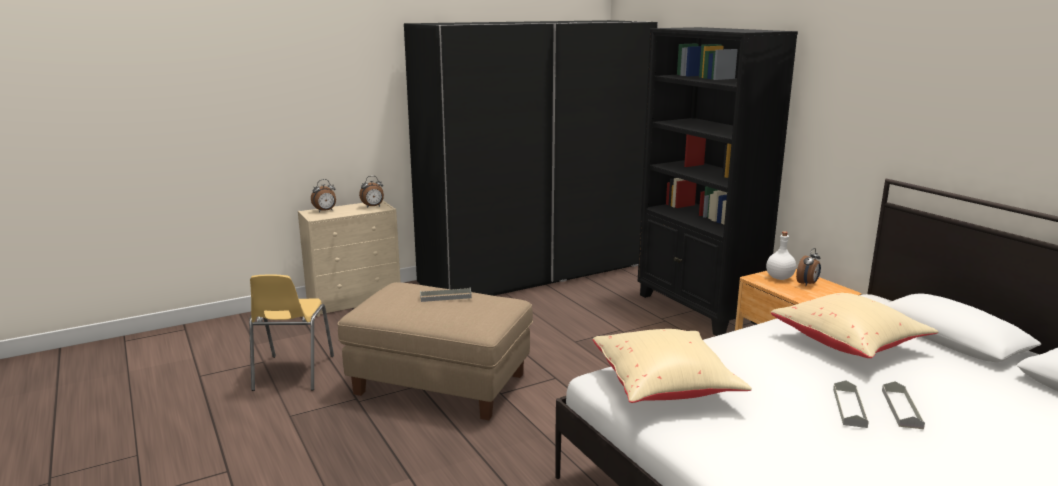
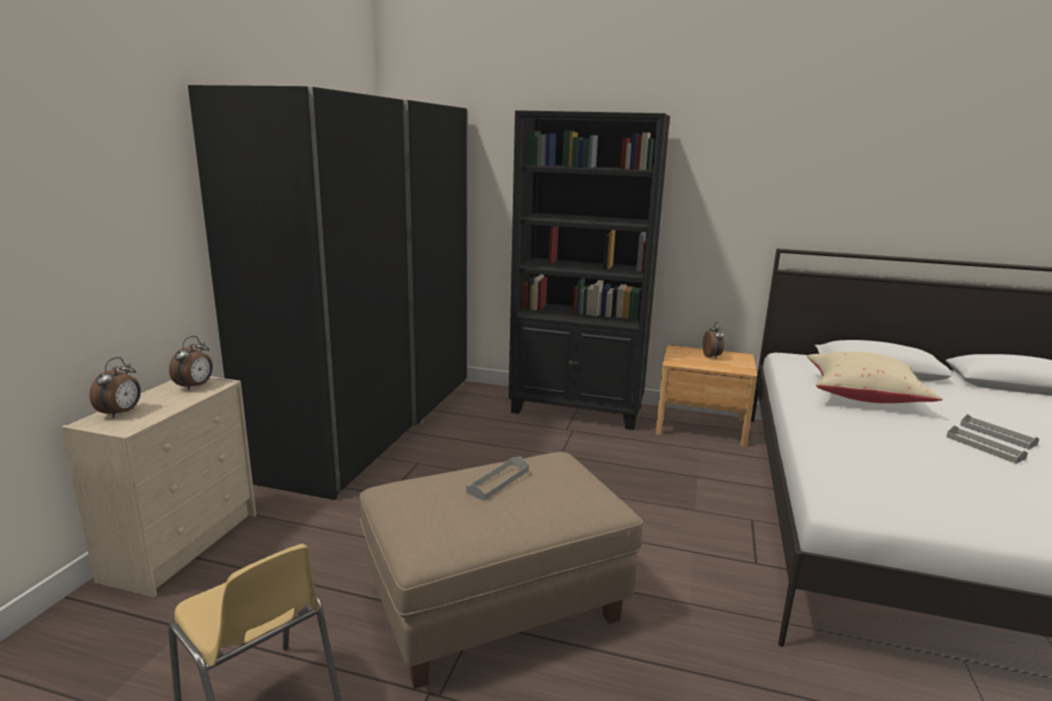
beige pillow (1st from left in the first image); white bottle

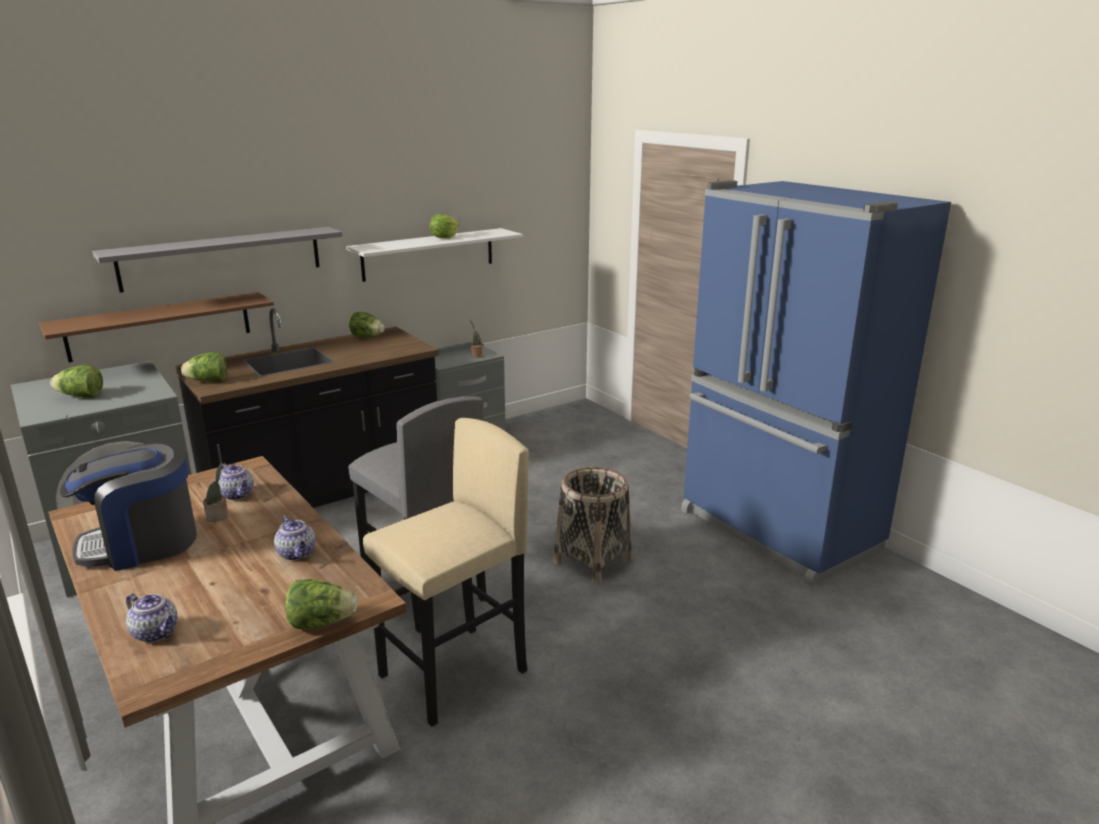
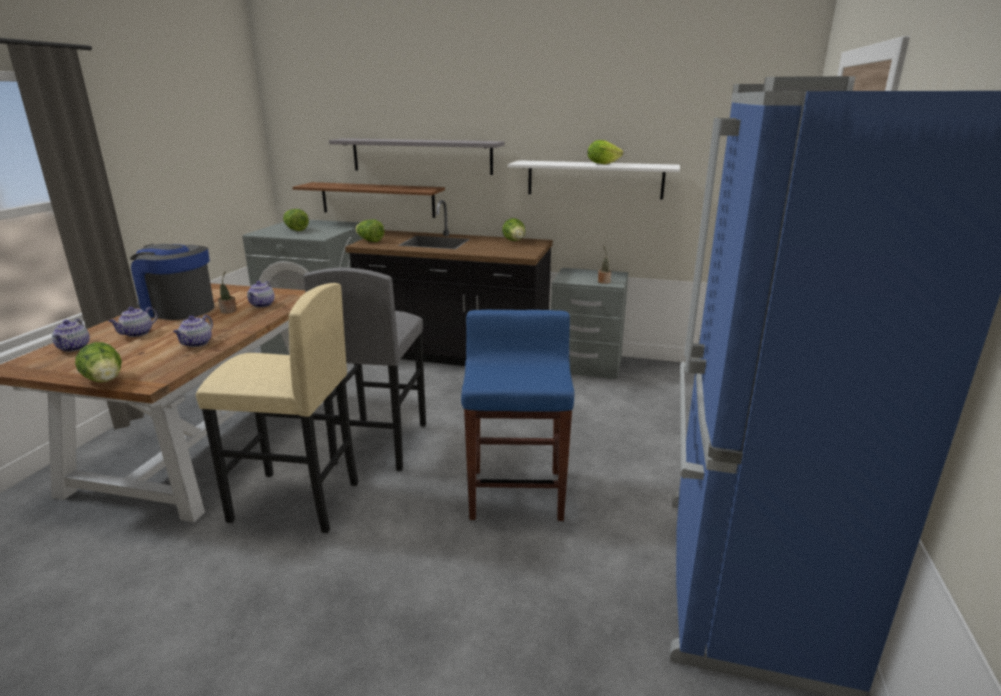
blue stool; teapot (2nd from left)

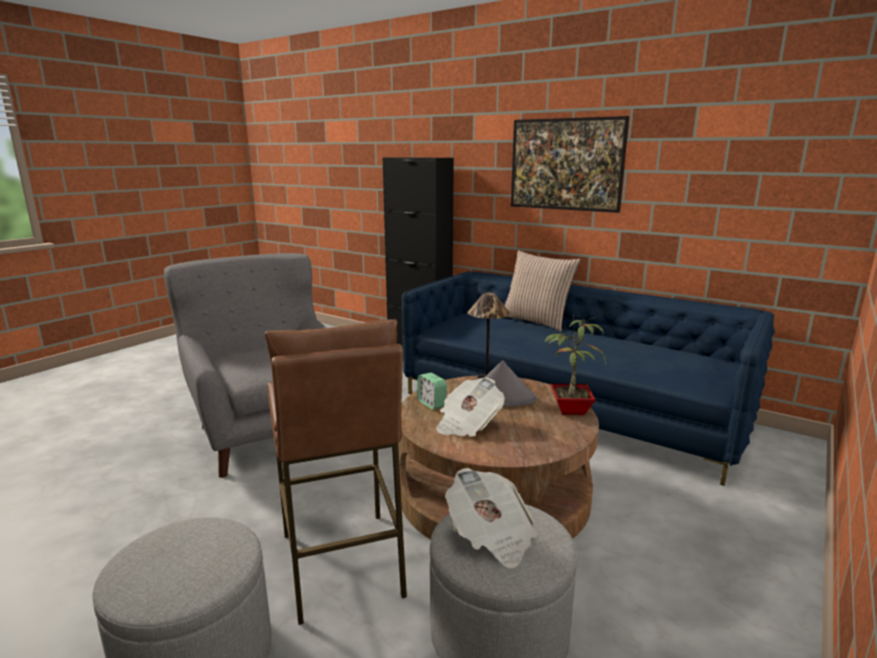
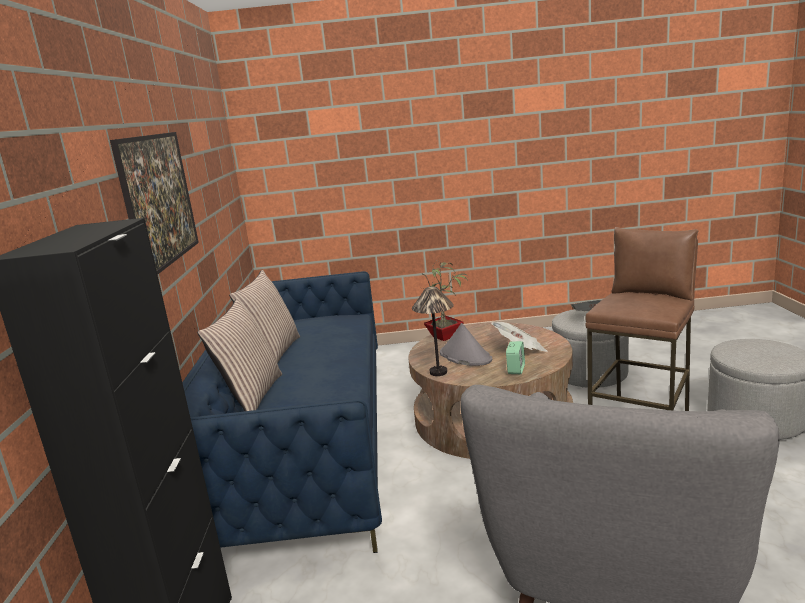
pillow (2nd from left)

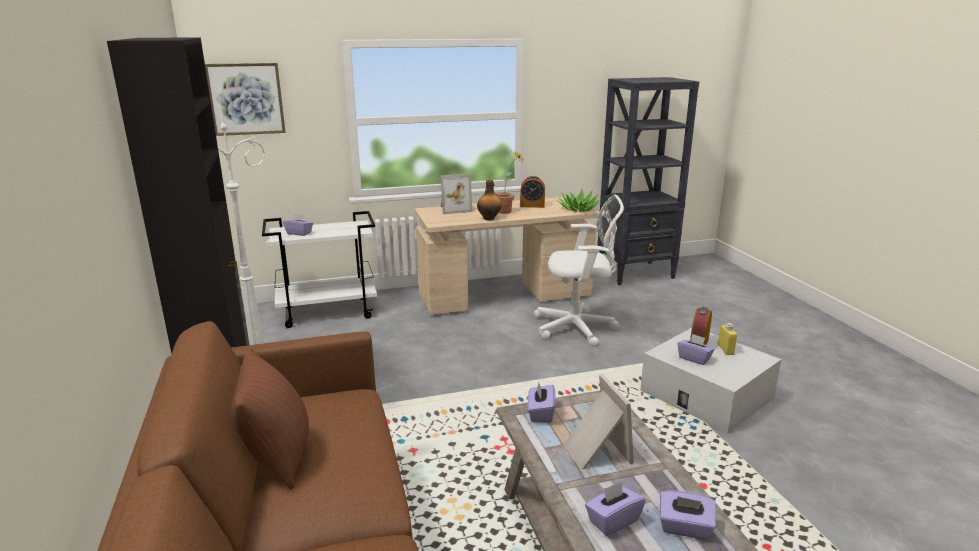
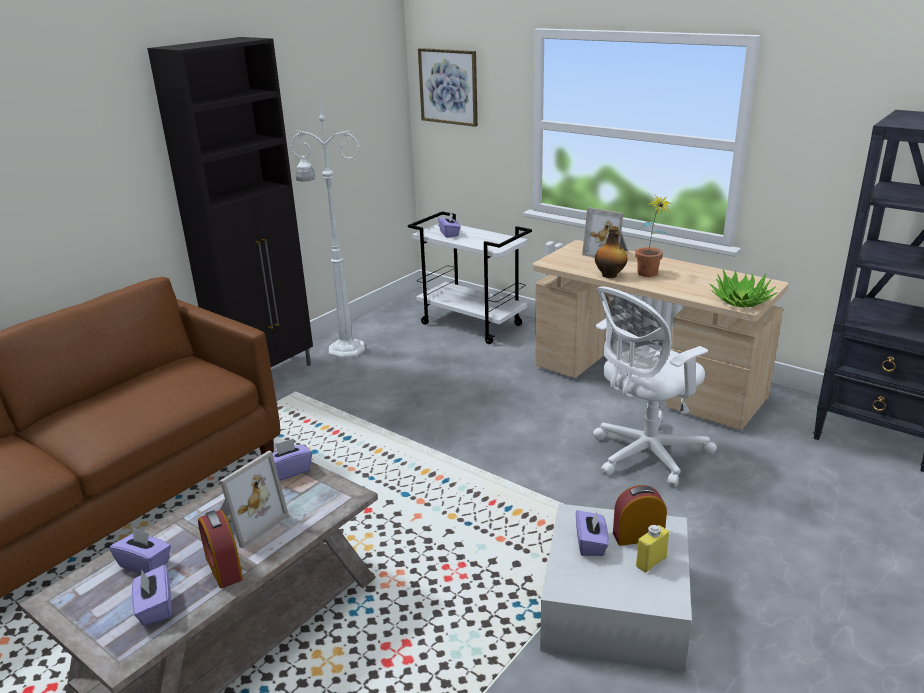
brown pillow; alarm clock (1st from left); white office chair

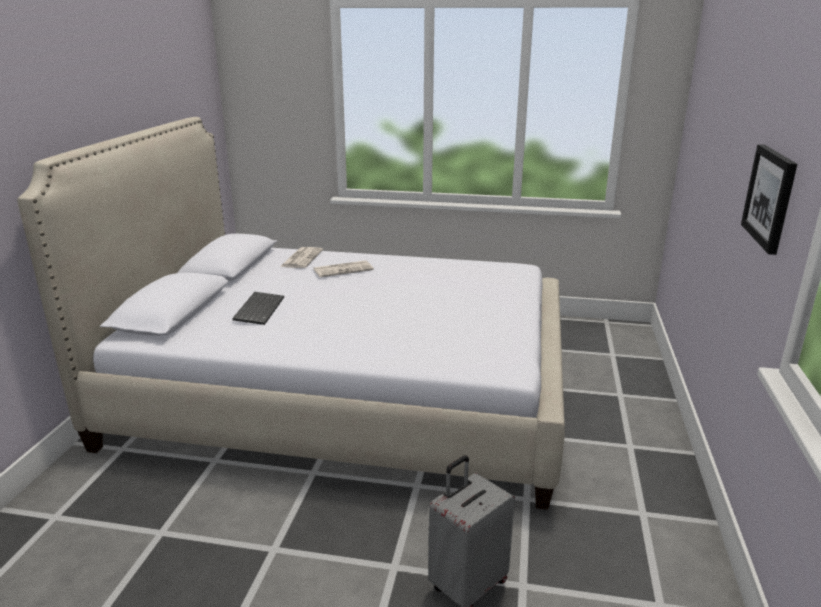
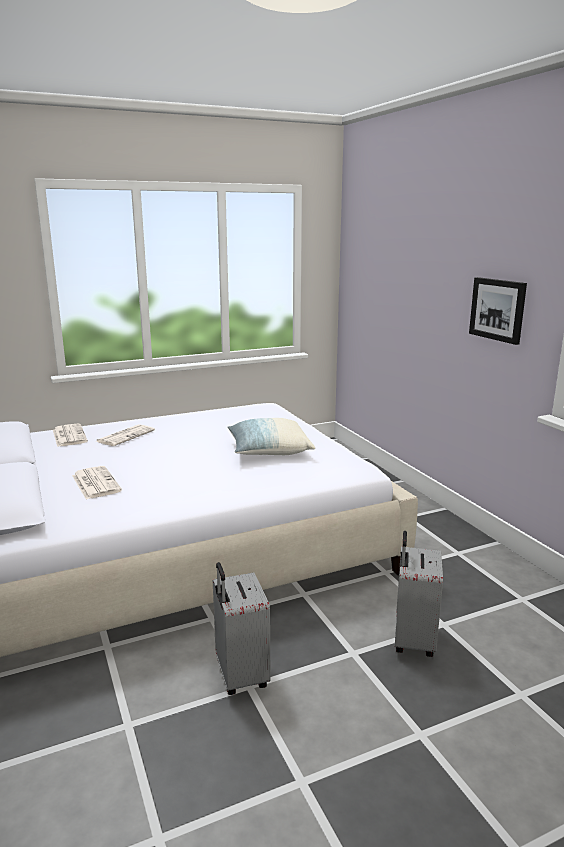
newspaper (2nd from left); grey suitcase (1st from left); pillow

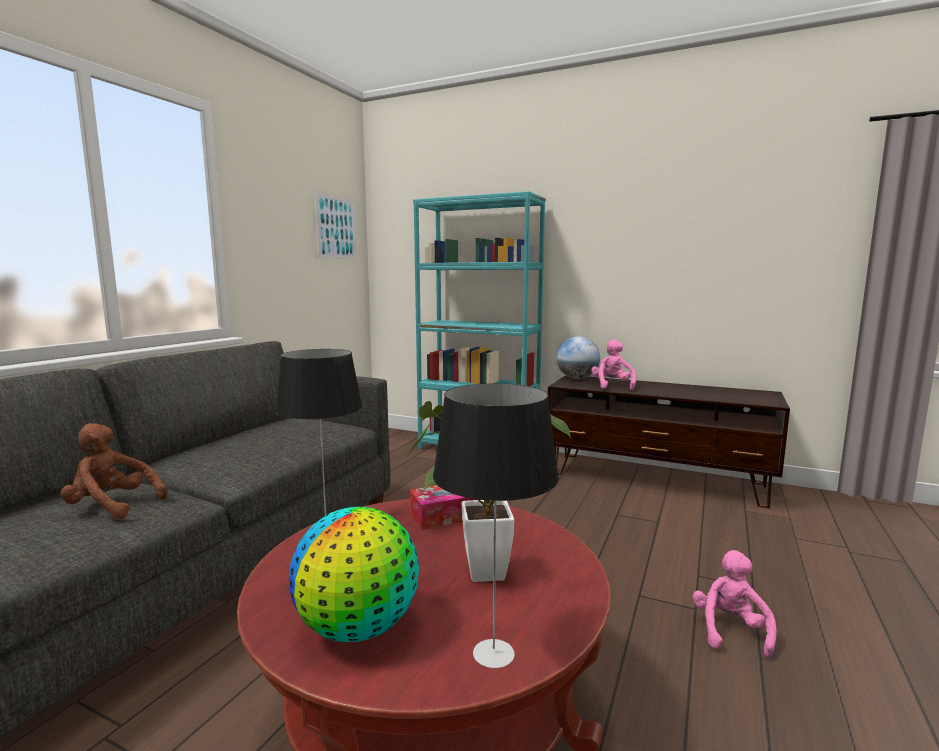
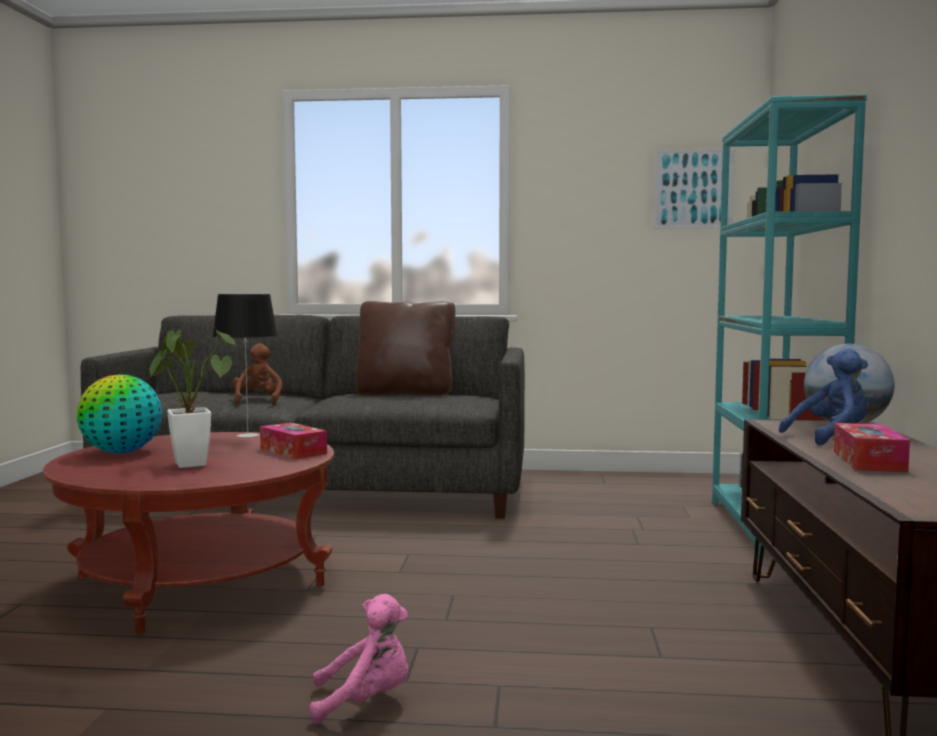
table lamp (2nd from left in the first image); blue plush toy; brown pillow; tissue box (2nd from left)

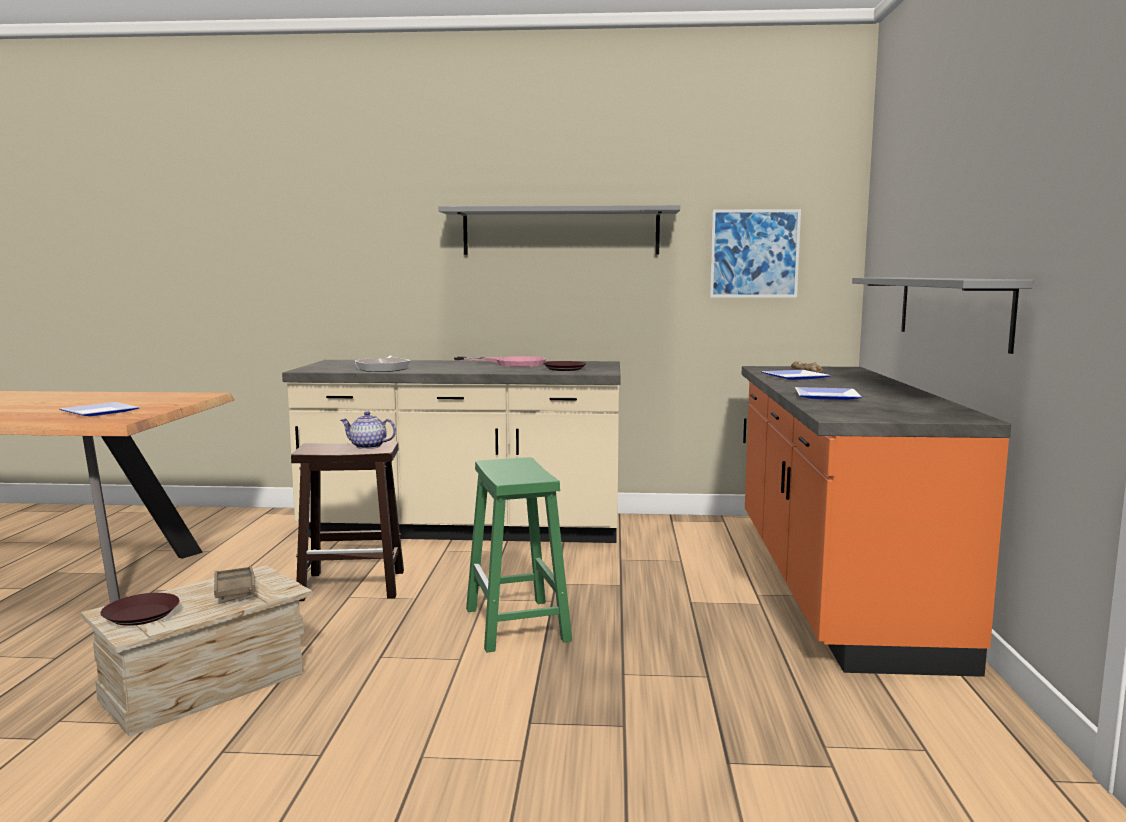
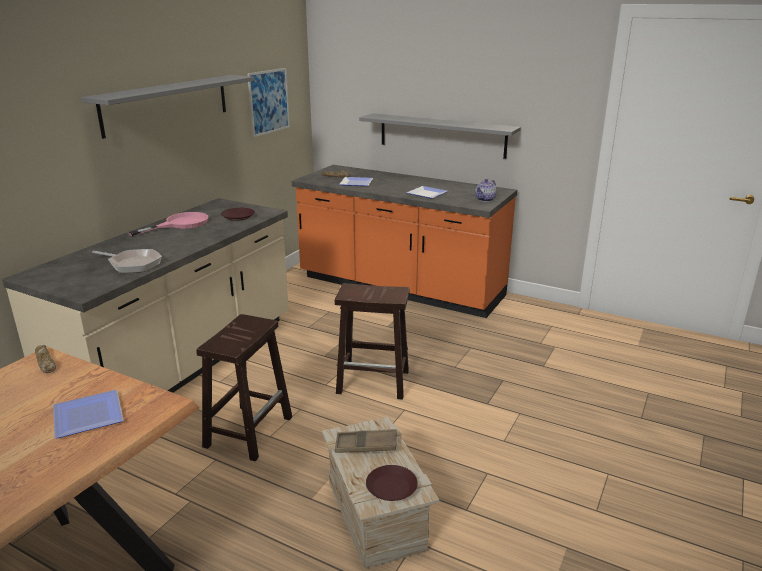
teapot; brown stool (2nd from left); bread (1st from left)

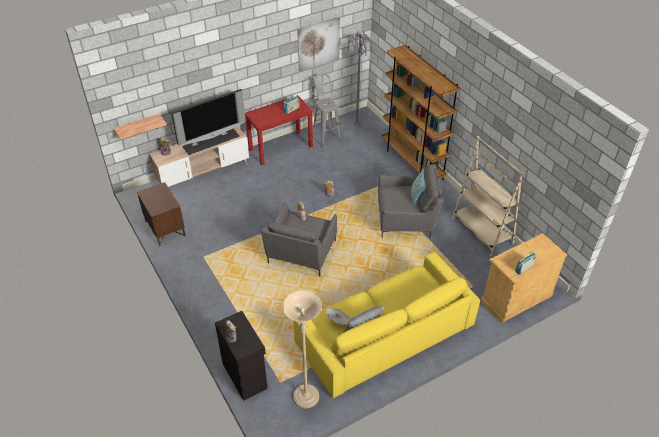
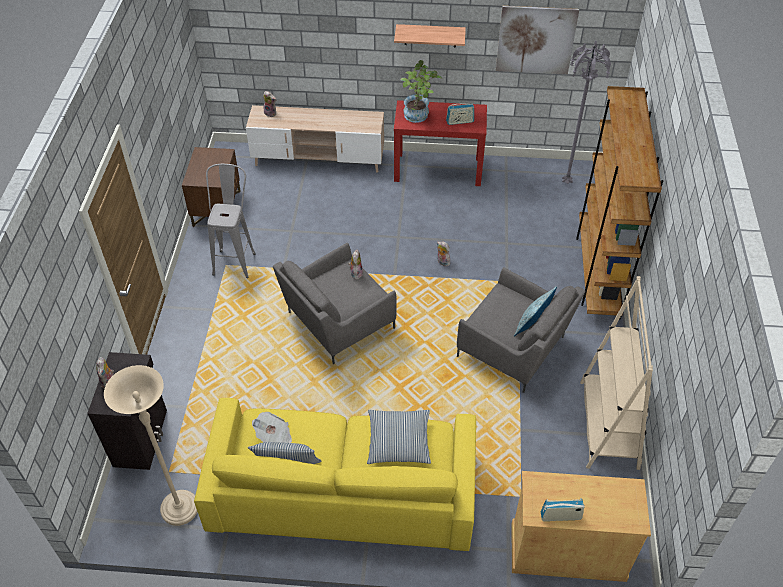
shelf; television; grey stool; pillow (2nd from left); potted plant

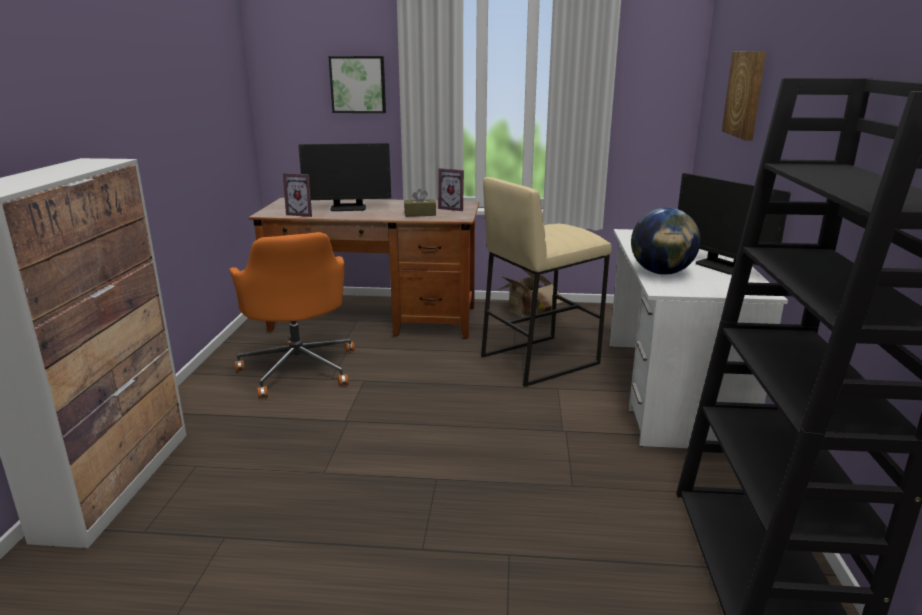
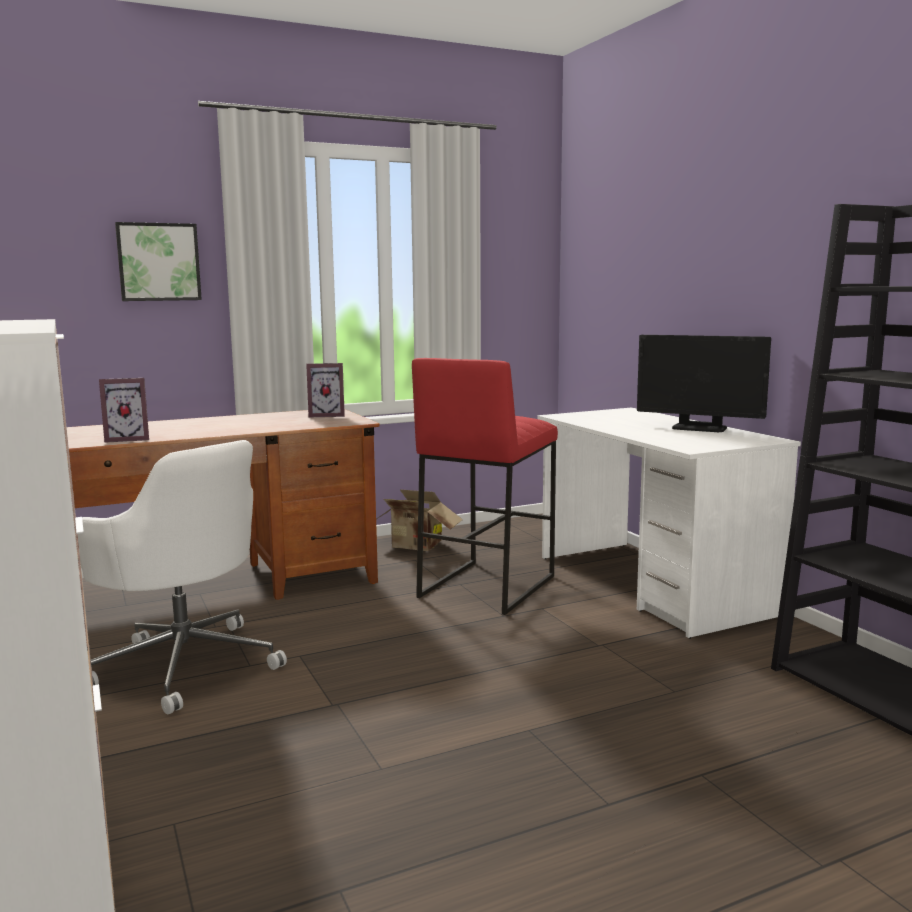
white office chair; monitor (1st from left in the first image); brown tissue box; red stool; globe; picture (2nd from left in the first image)

